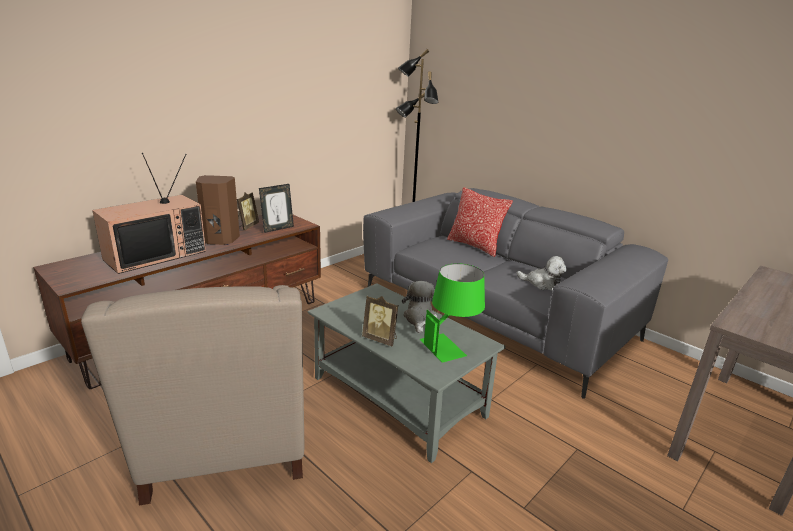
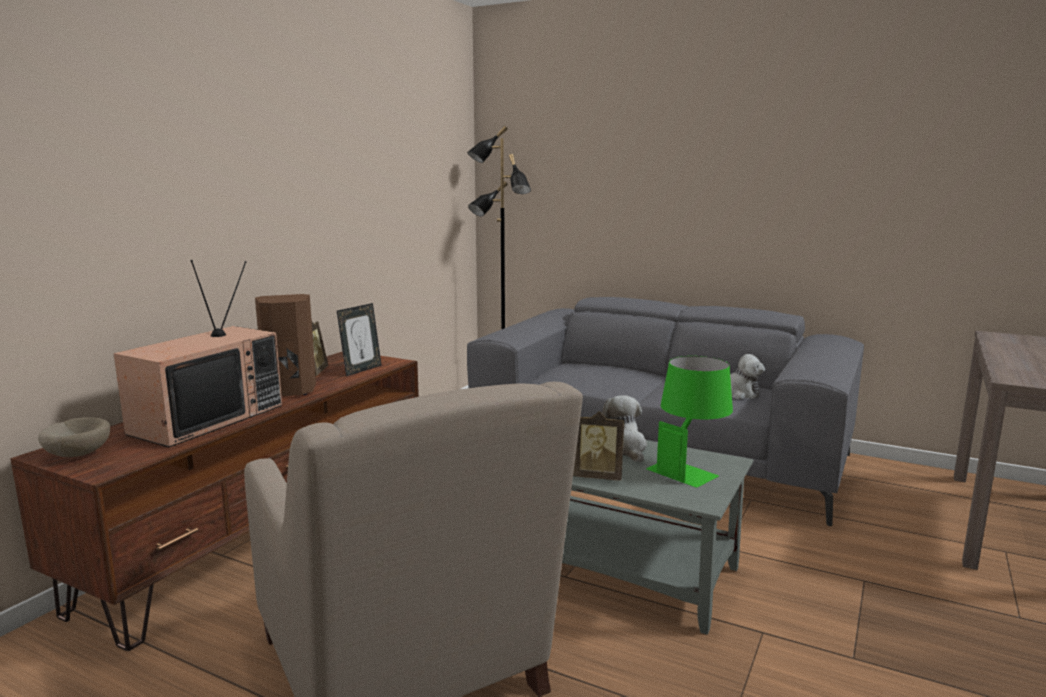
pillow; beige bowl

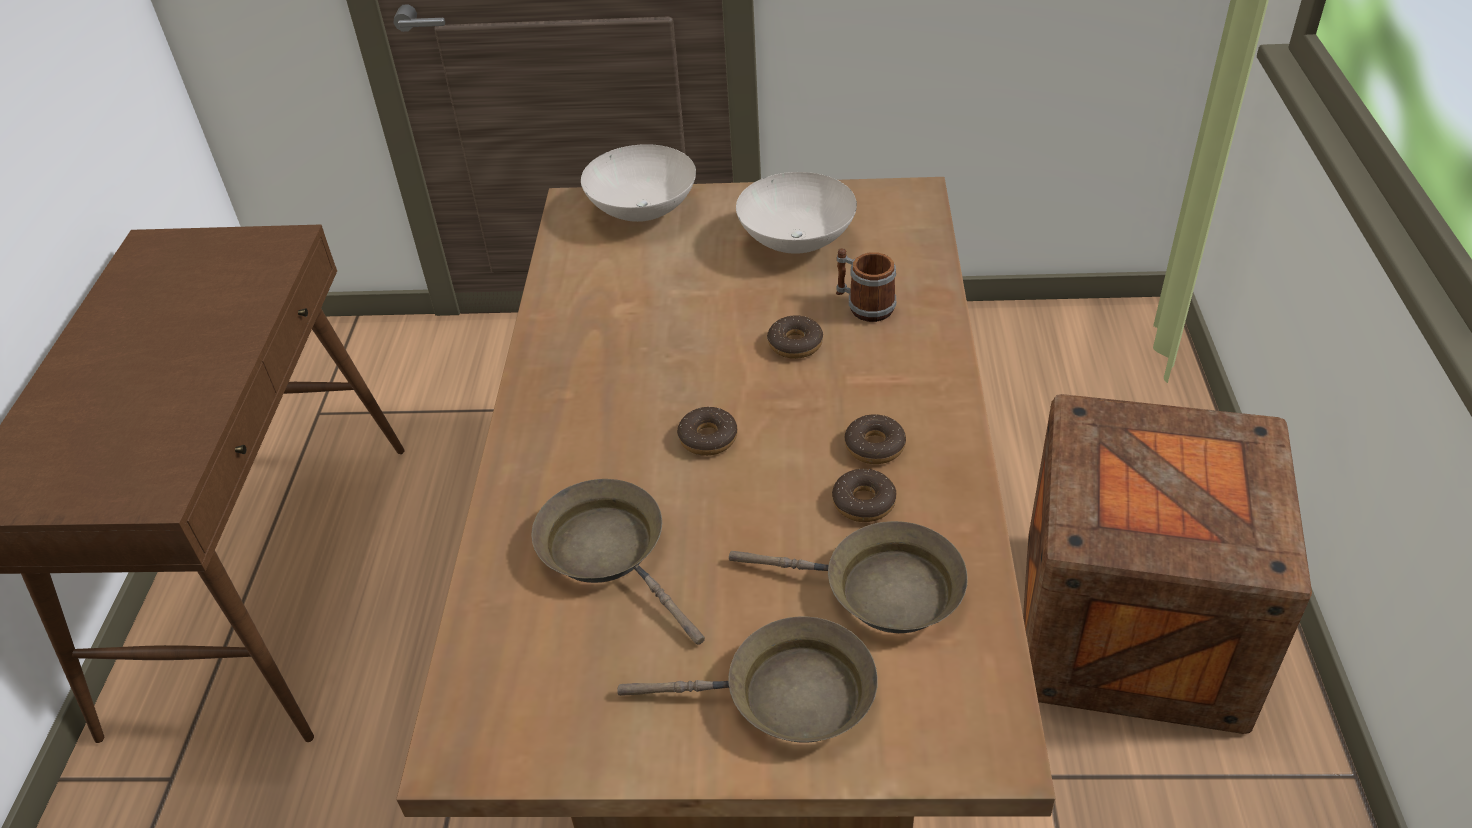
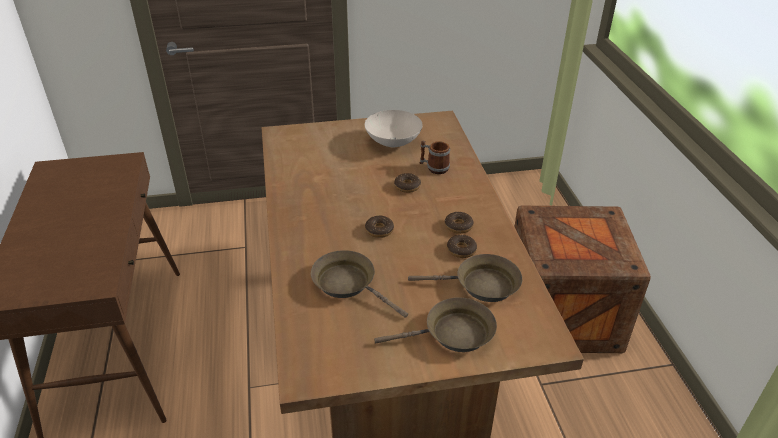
white bowl (1st from left in the first image)

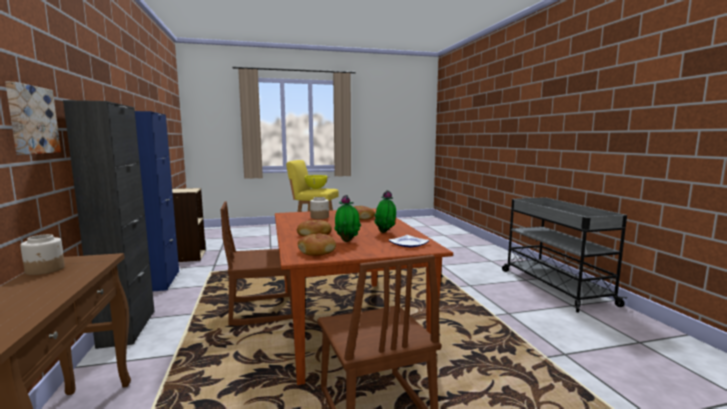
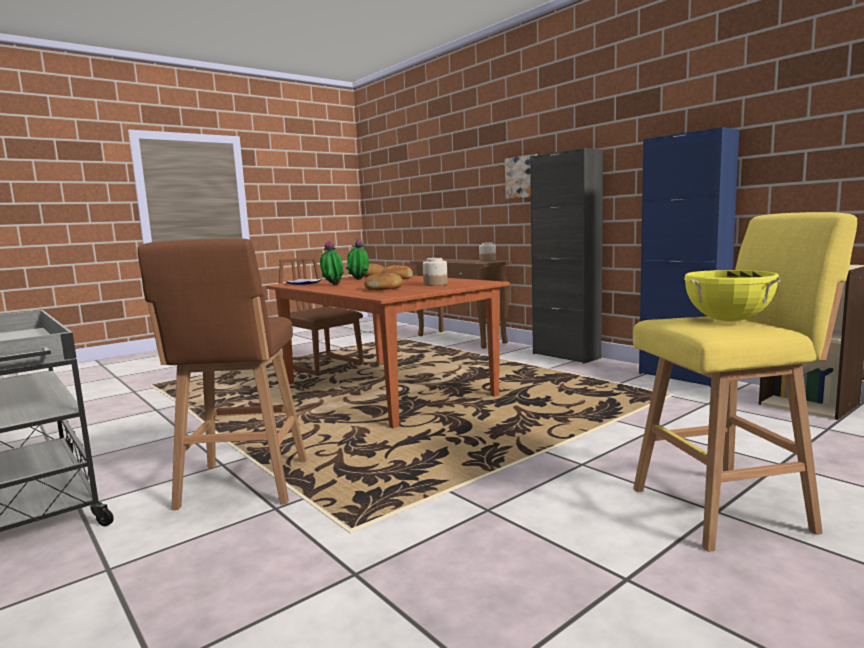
brown chair (1st from left in the first image); brown stool

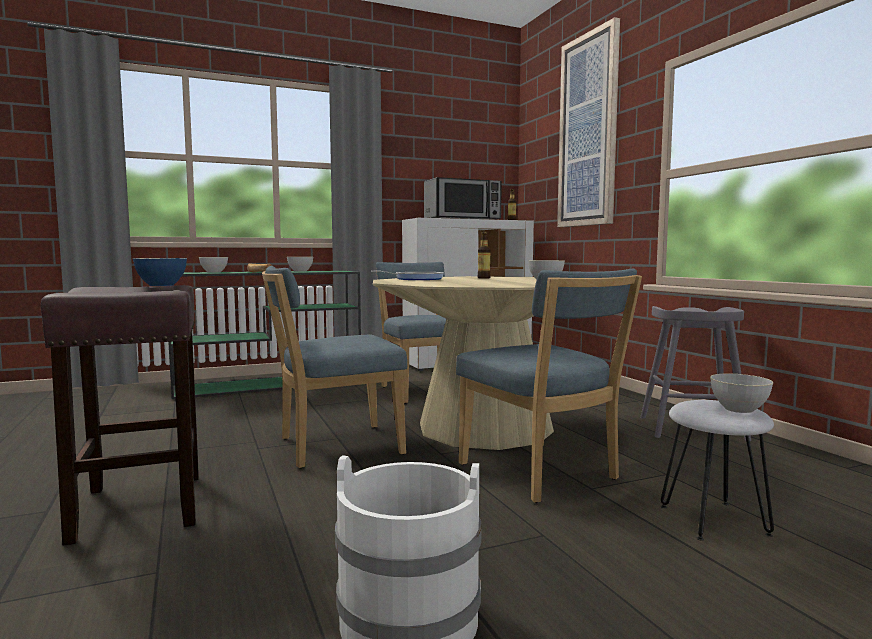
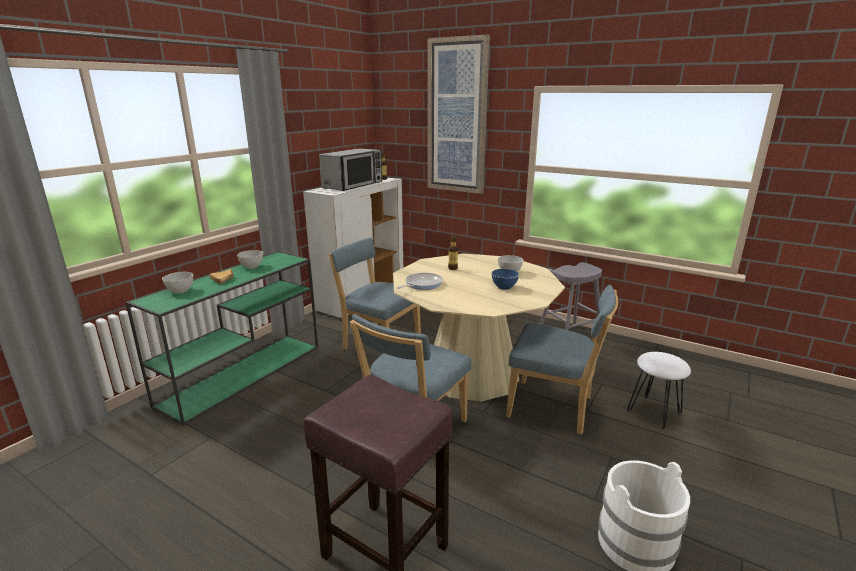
blue bowl; grey bowl (4th from left in the first image)

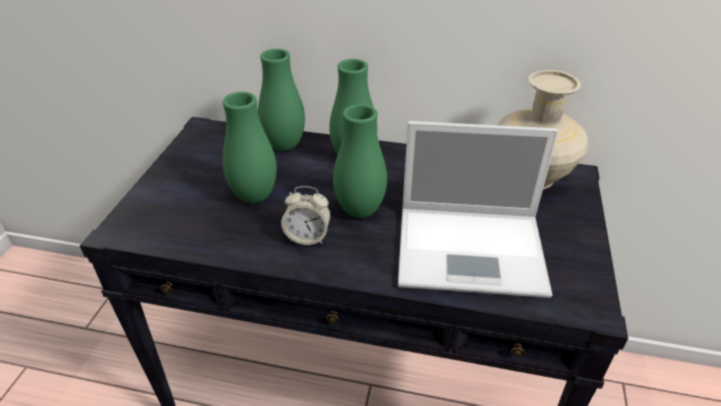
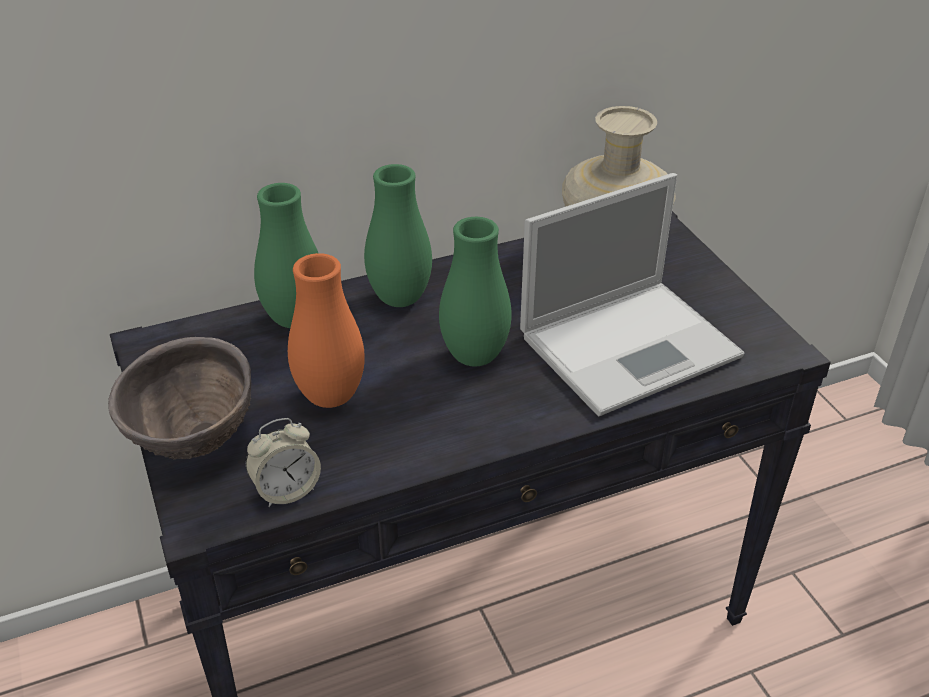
orange vase; alarm clock; brown bowl

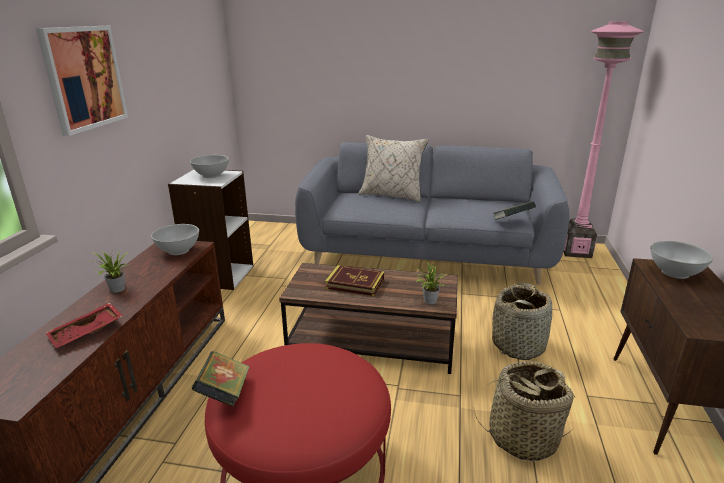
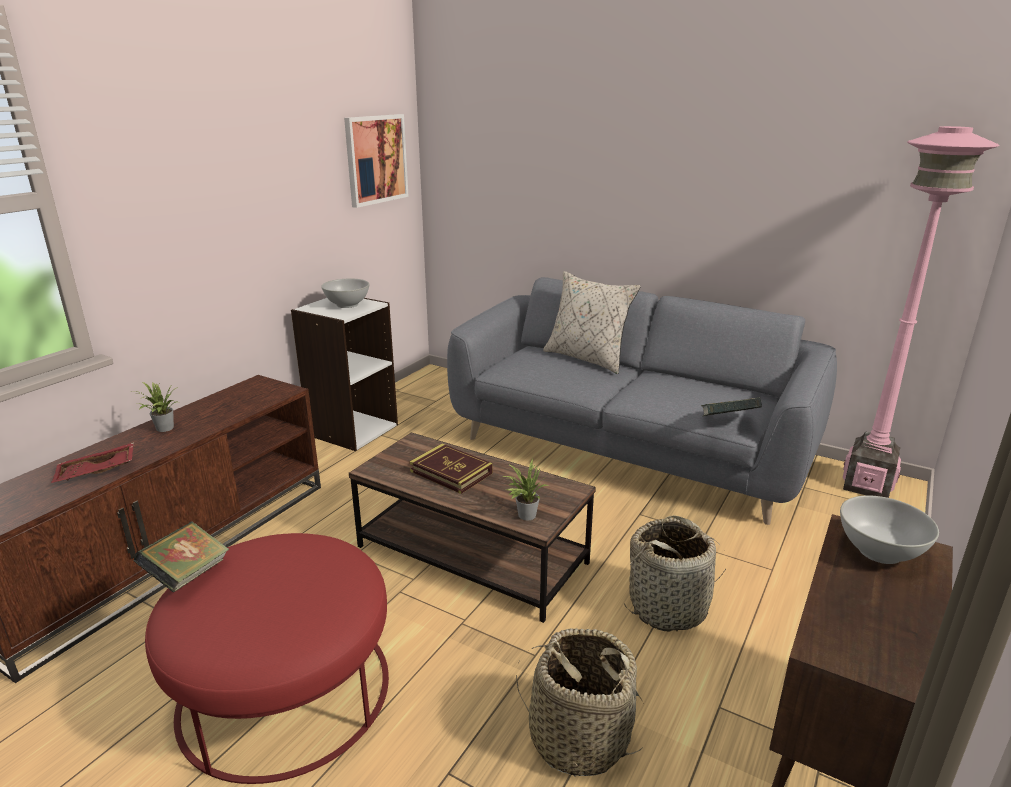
picture; white bowl (1st from left in the first image)

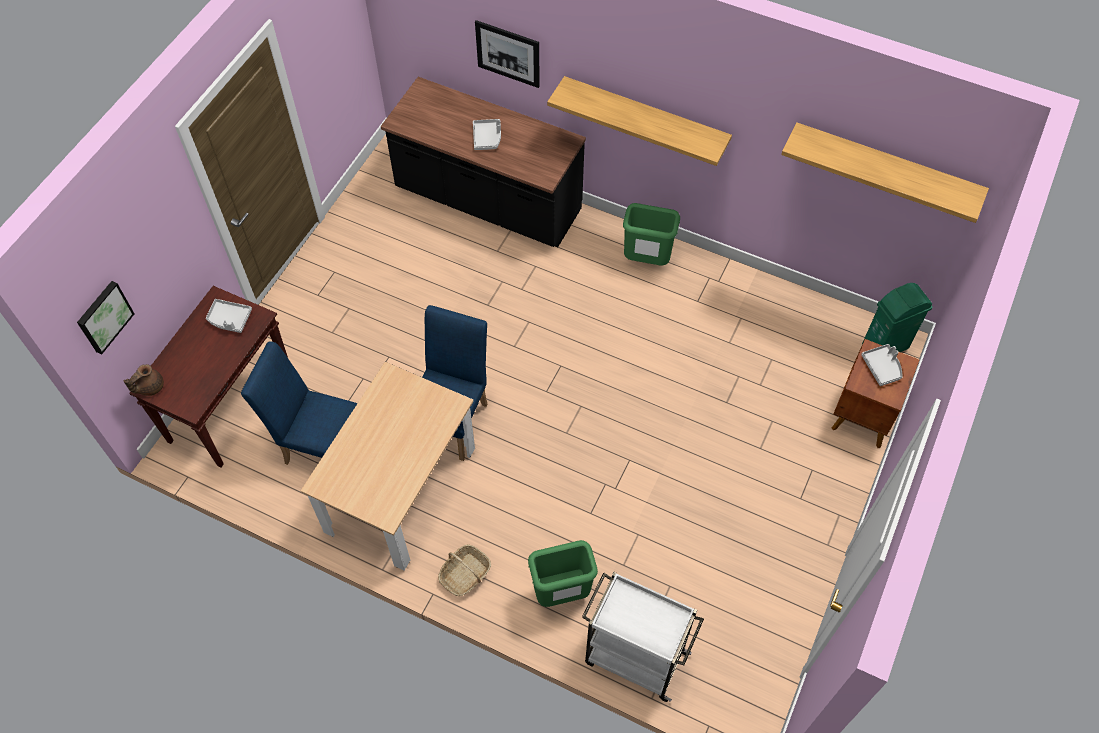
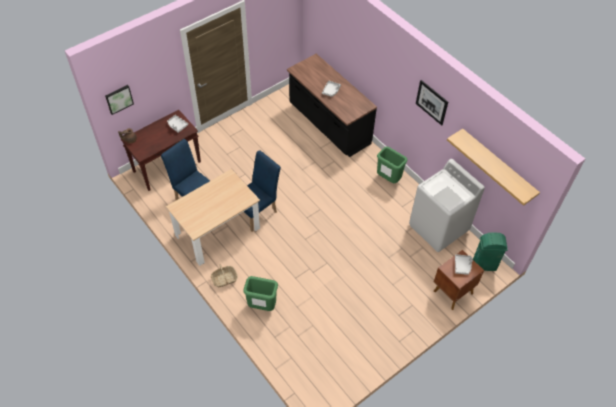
picture (2nd from left); shelf (1st from left in the first image); white cart; white washing machine

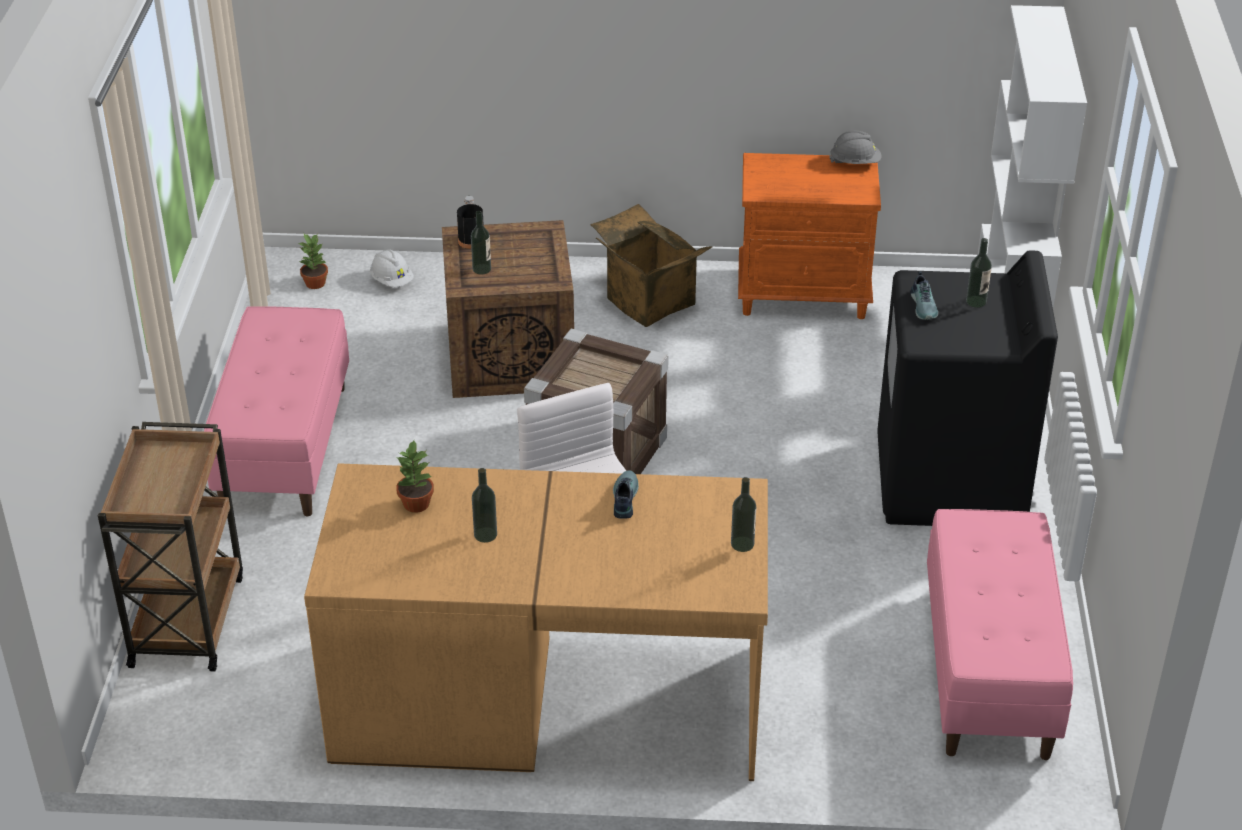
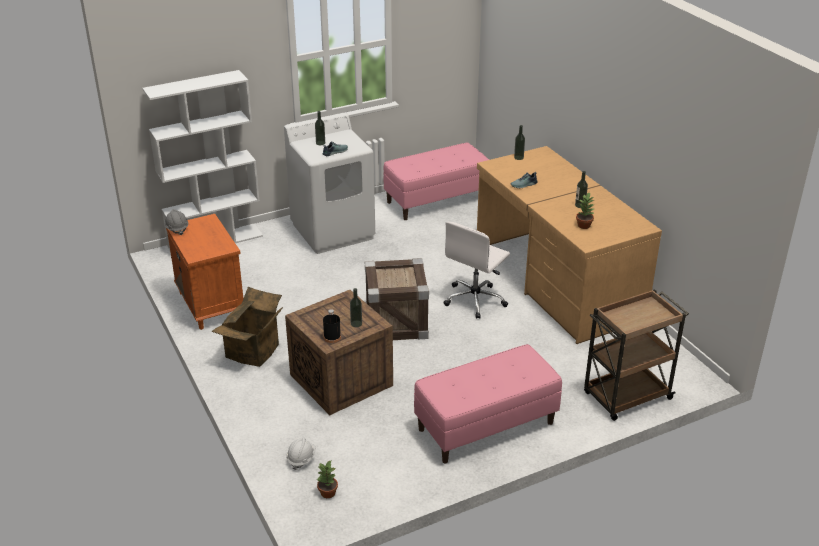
white washing machine

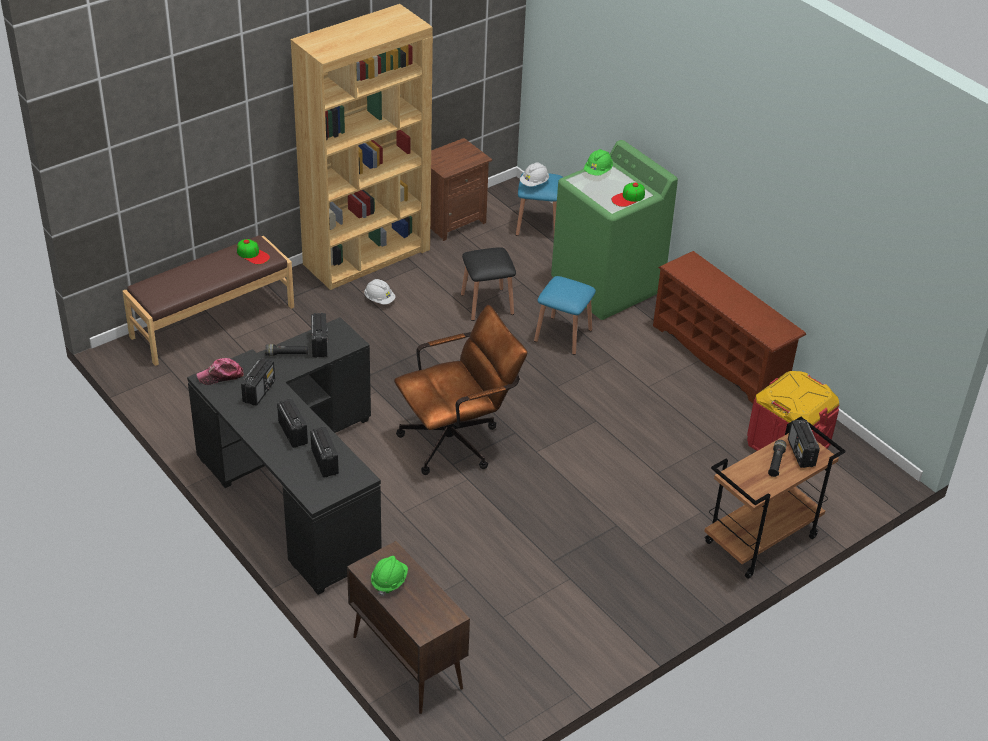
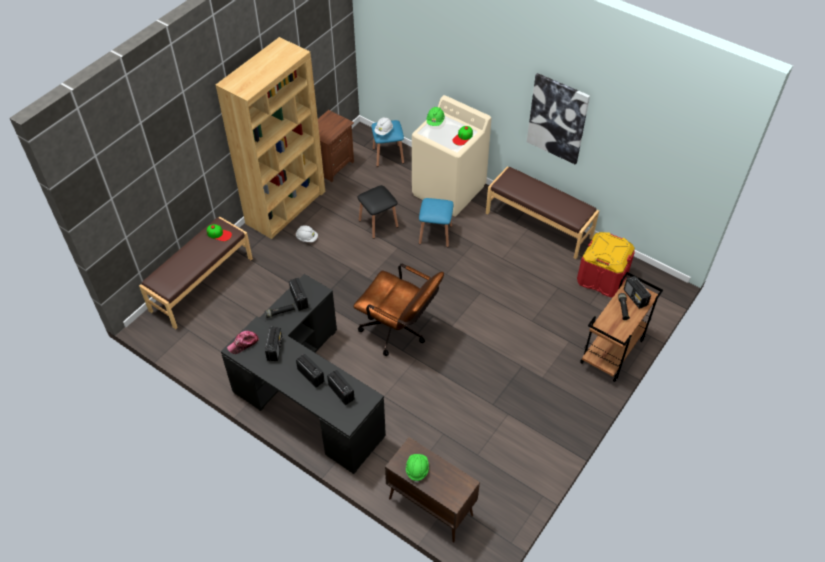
brown office chair; beige washing machine; brown bench (2nd from left); picture

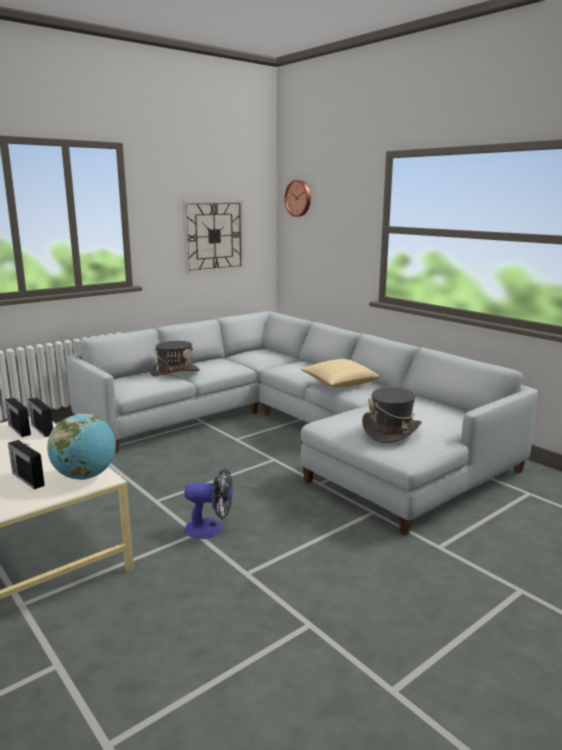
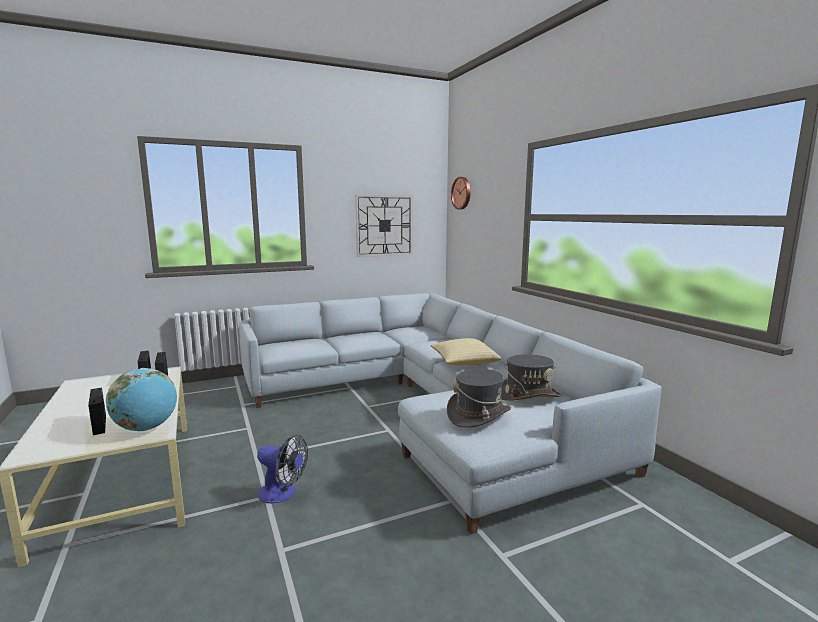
grey hat (2nd from left)

